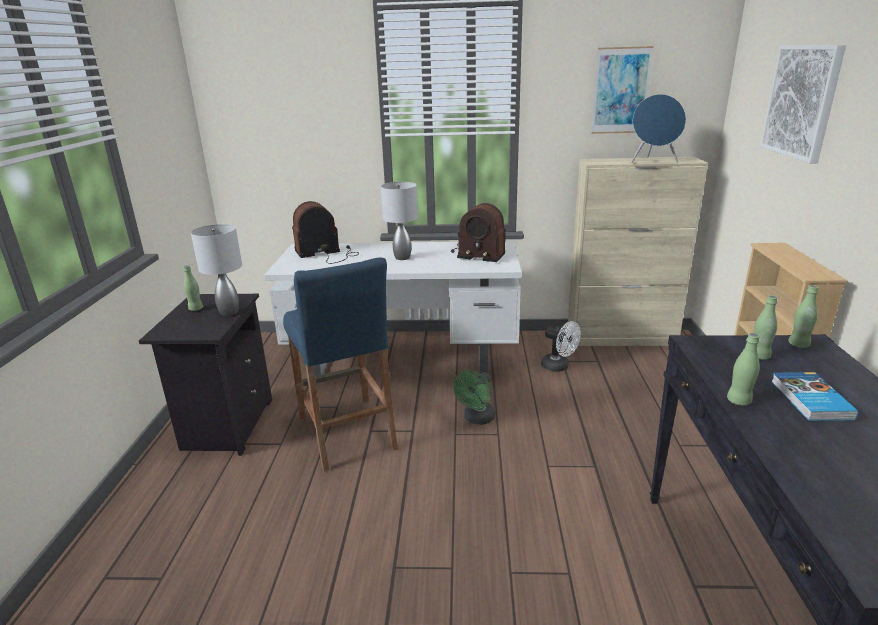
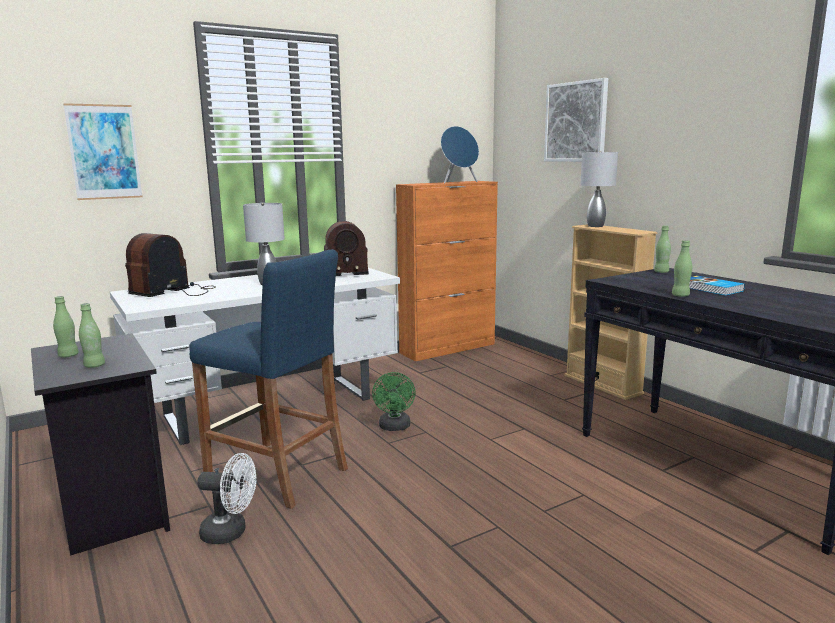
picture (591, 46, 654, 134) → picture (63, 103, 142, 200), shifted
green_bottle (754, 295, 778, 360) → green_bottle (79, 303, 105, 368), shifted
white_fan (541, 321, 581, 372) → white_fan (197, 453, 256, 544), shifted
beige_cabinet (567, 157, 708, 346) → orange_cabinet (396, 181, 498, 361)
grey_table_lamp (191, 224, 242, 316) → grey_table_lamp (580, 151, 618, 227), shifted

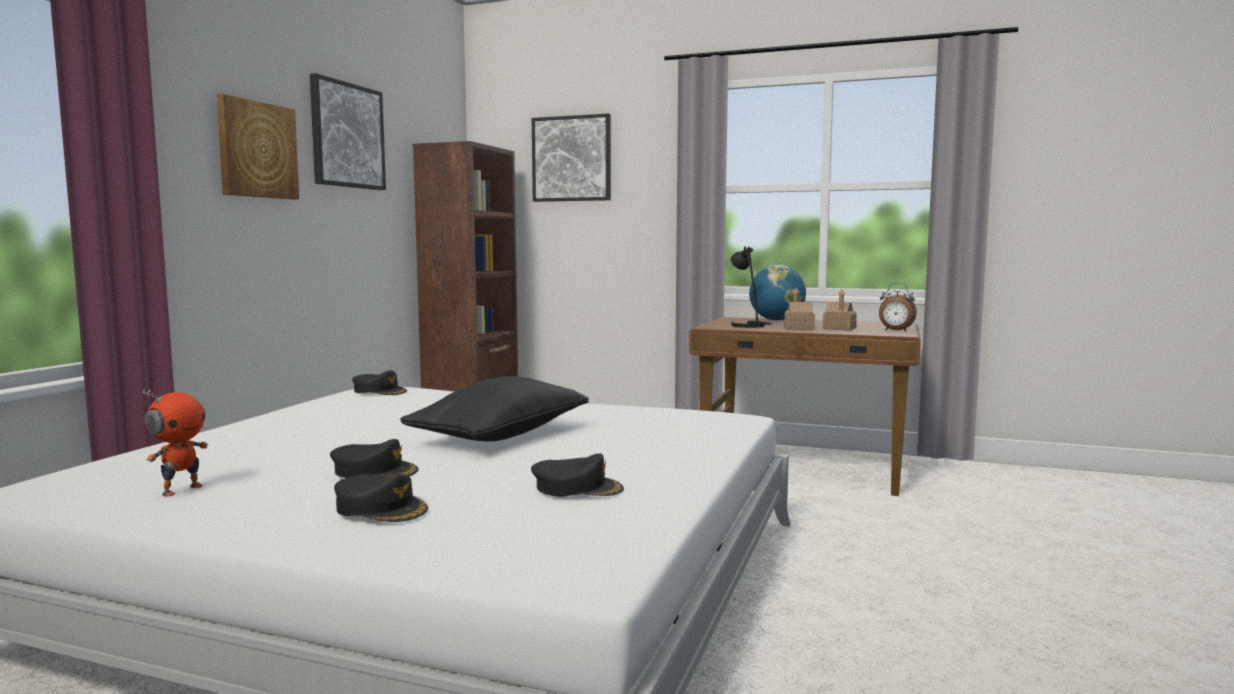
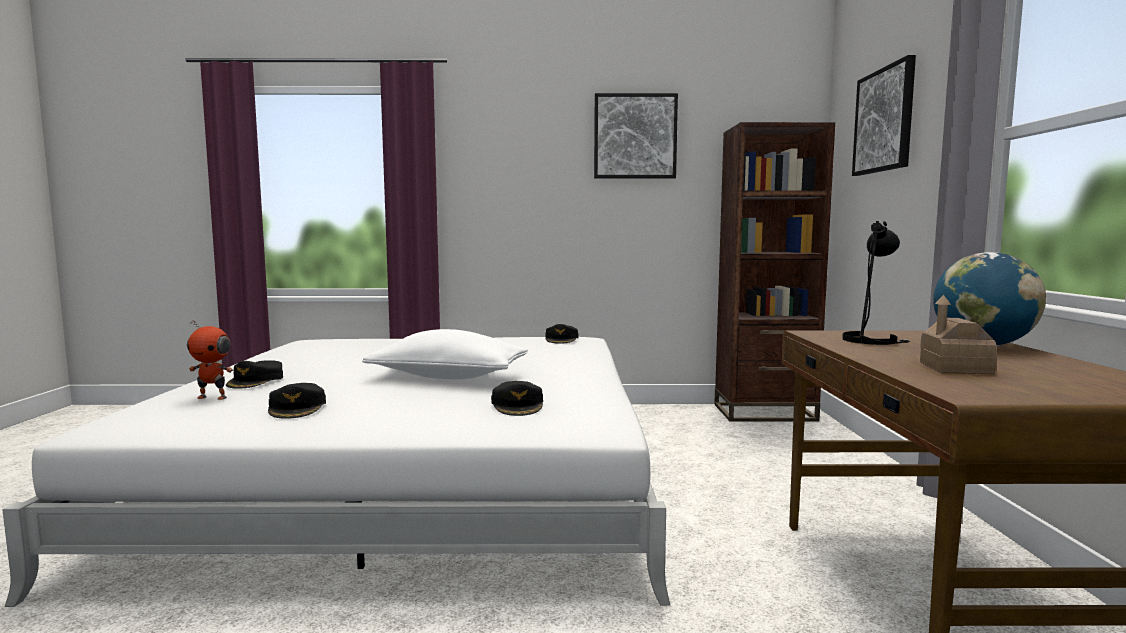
toy_robot (143, 388, 208, 497) → toy_robot (187, 320, 233, 400), shifted
black_pillow (400, 376, 589, 441) → white_pillow (362, 329, 528, 379)
black_cap (330, 439, 419, 478) → black_cap (491, 381, 543, 416), shifted
picture (217, 94, 299, 199) → -
toy_house (784, 288, 815, 330) → -
alarm_clock (879, 283, 917, 331) → -

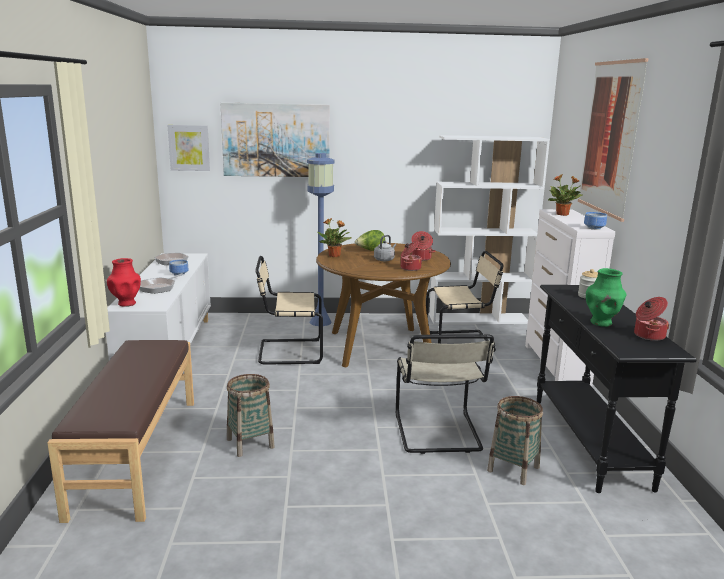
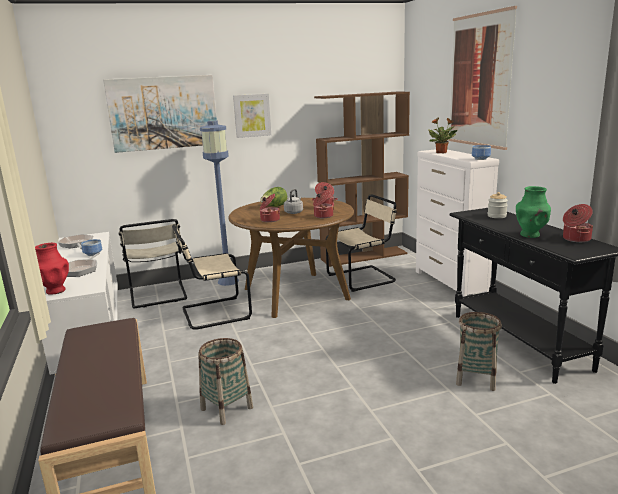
beige_chair (395, 334, 495, 454) → beige_chair (119, 219, 187, 308), shifted
picture (167, 125, 210, 171) → picture (233, 94, 271, 138), shifted
- → cooking_pot (260, 194, 280, 222)
white_bookcase (429, 135, 550, 324) → brown_bookcase (314, 92, 410, 267)
potted_plant (317, 218, 351, 257) → -

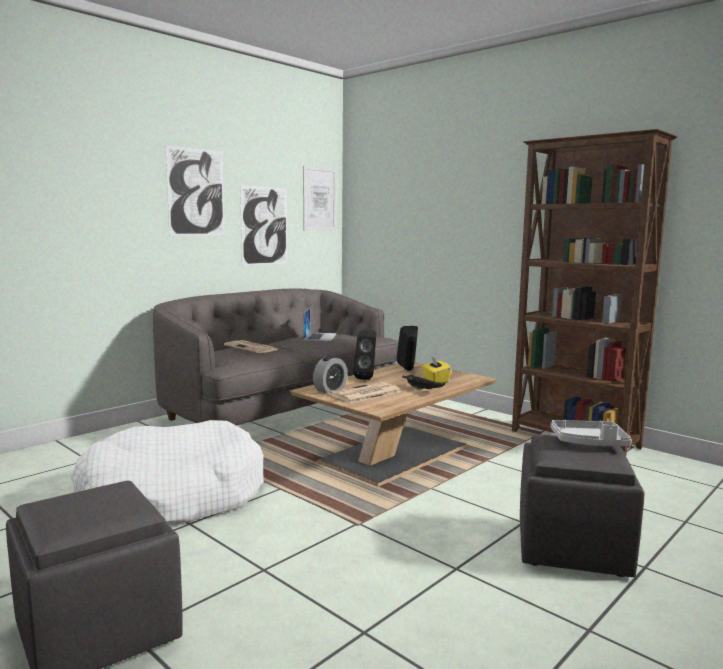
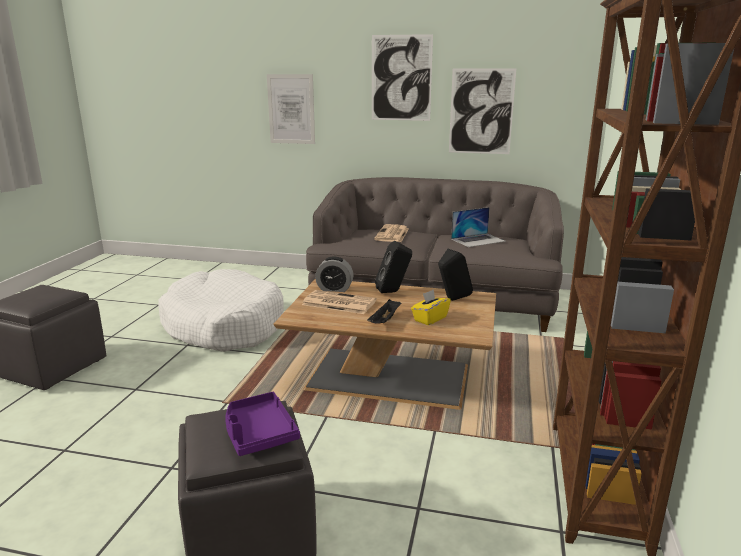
grey_tray (551, 420, 632, 446) → purple_tray (225, 392, 300, 456)
picture (303, 166, 337, 231) → picture (267, 74, 315, 144), shifted

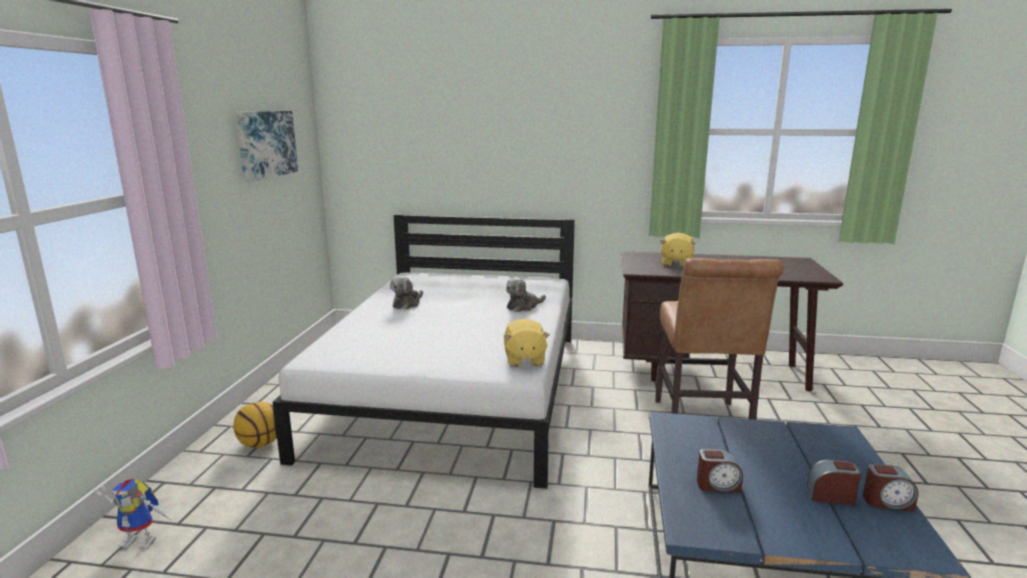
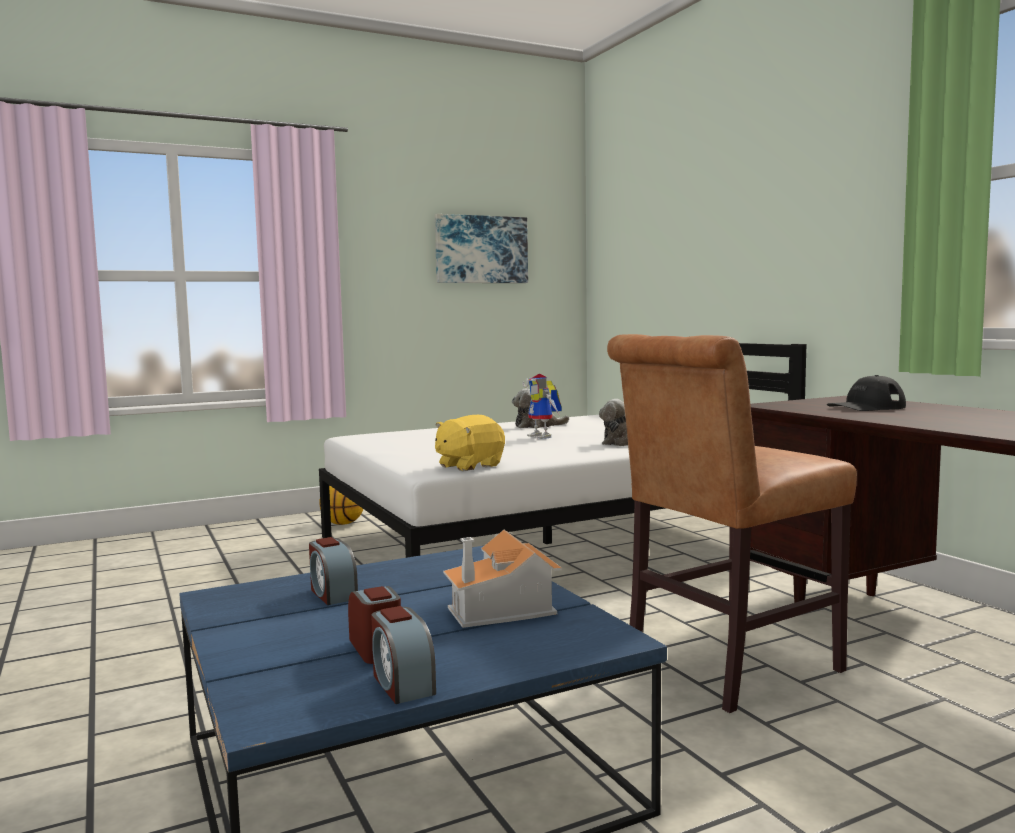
- → toy_house (443, 529, 562, 628)
toy_robot (94, 478, 171, 549) → toy_robot (522, 374, 562, 439), shifted
yellow_plush_toy (660, 233, 696, 267) → black_cap (827, 375, 906, 411)

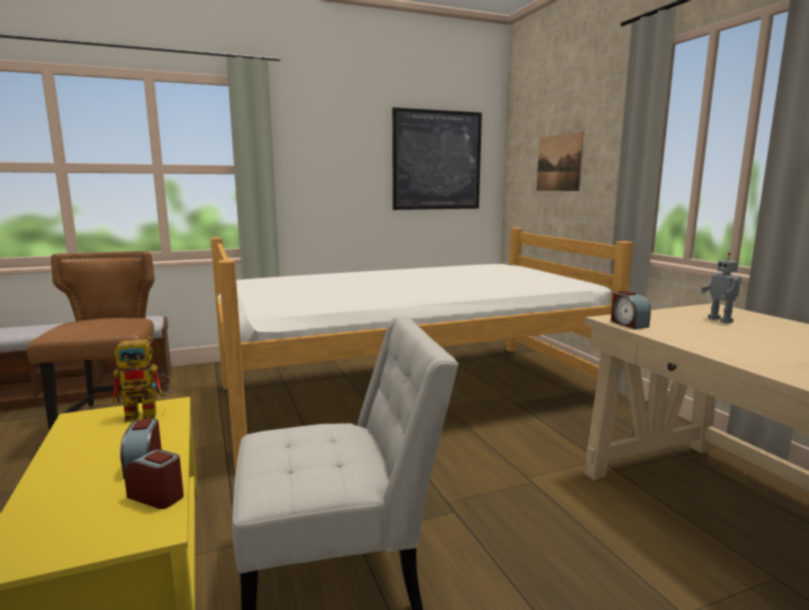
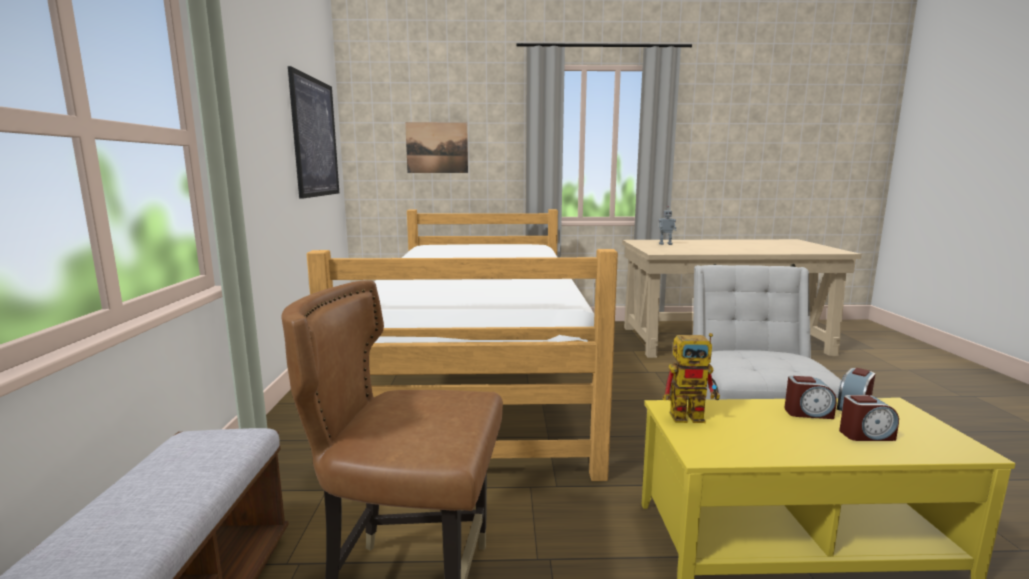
toy_robot (111, 336, 172, 422) → toy_robot (663, 333, 720, 423), 90 degrees clockwise
alarm_clock (611, 291, 651, 329) → alarm_clock (839, 395, 899, 441), shifted

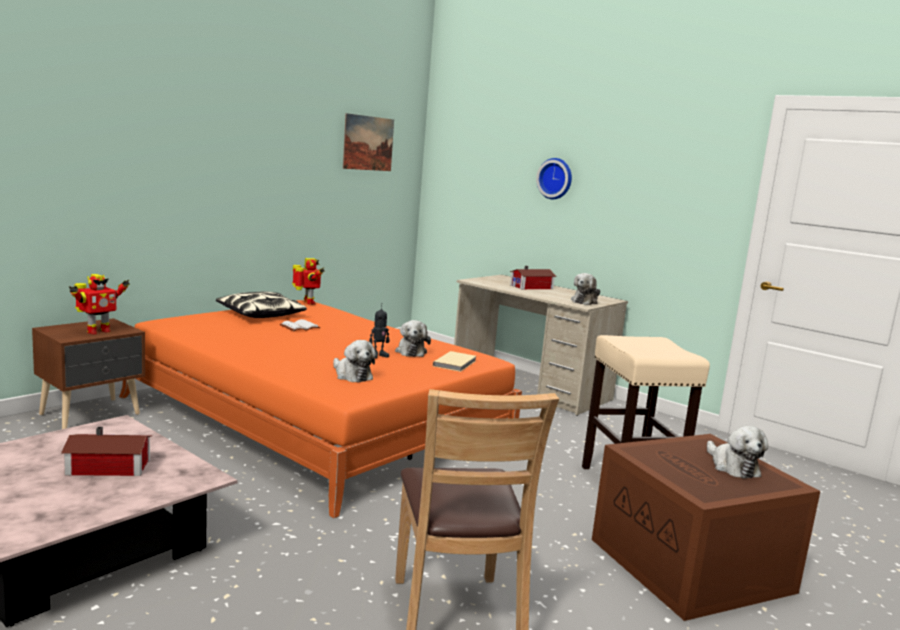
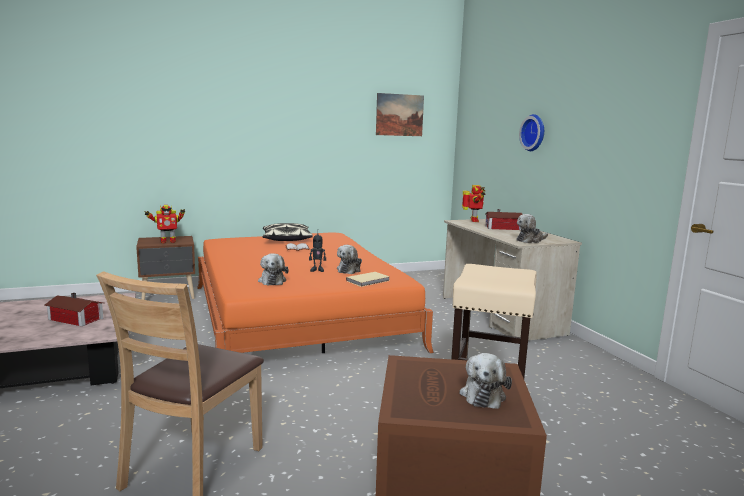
toy_robot (292, 258, 325, 305) → toy_robot (462, 185, 486, 222), shifted

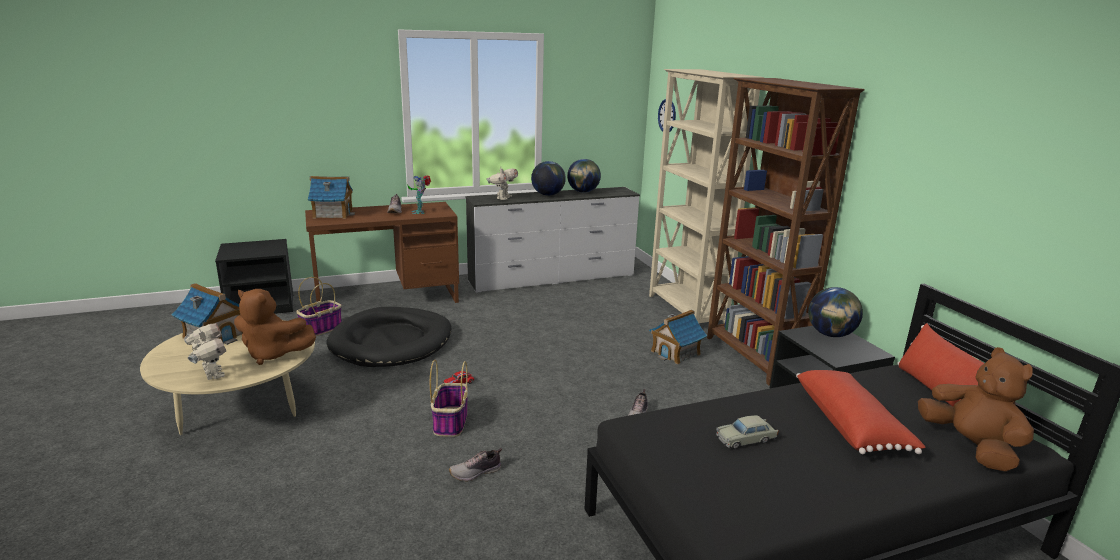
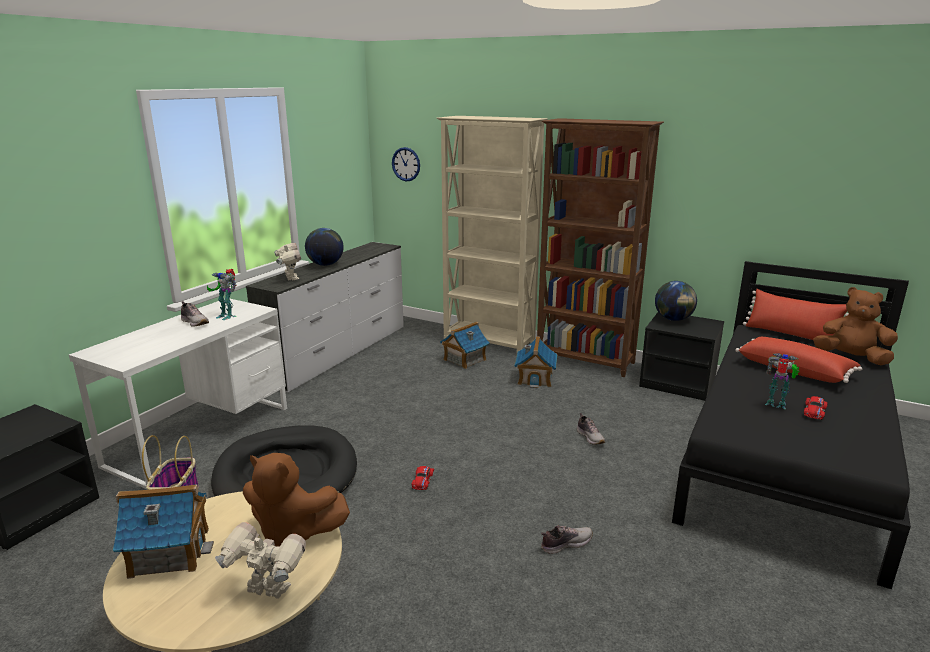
brown_desk (305, 202, 459, 303) → white_desk (69, 298, 287, 489)
brown_plush_toy (234, 289, 316, 365) → brown_plush_toy (243, 453, 350, 547), 45 degrees clockwise
toy_house (308, 176, 355, 219) → toy_house (440, 322, 490, 369), shifted
shoe (449, 448, 502, 482) → shoe (541, 525, 593, 554), 135 degrees counterclockwise
beige_toy_car (716, 415, 779, 449) → toy_robot (765, 353, 799, 409)
- → red_toy_car (804, 396, 828, 420)
basket (430, 360, 468, 437) → -
globe (567, 159, 601, 193) → -

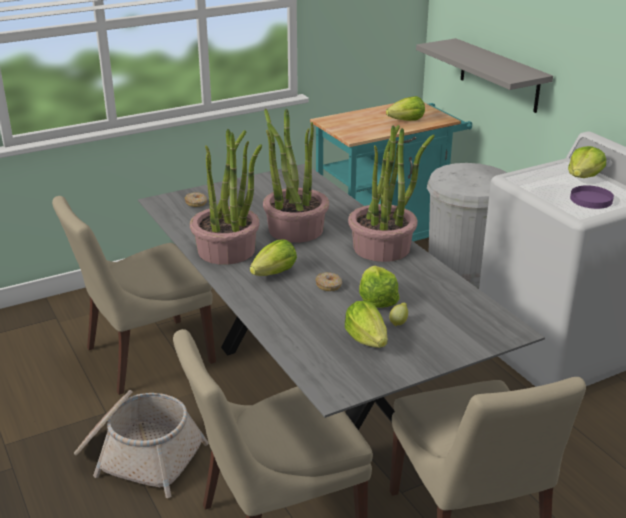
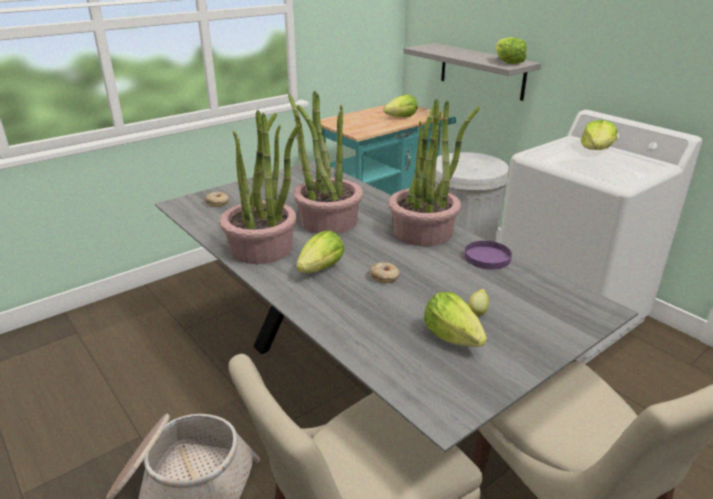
purple_plate (570, 185, 614, 209) → purple_plate (464, 241, 512, 270), shifted
lettuce (359, 265, 399, 308) → lettuce (496, 37, 527, 64), shifted
beige_chair (52, 196, 216, 395) → -

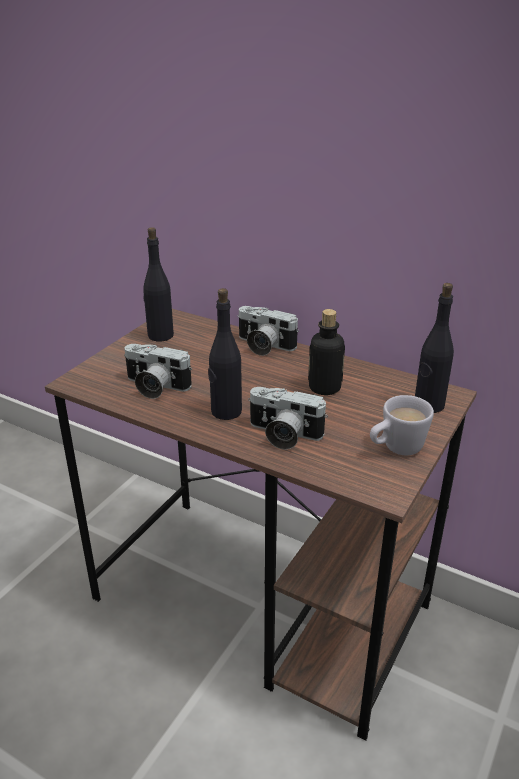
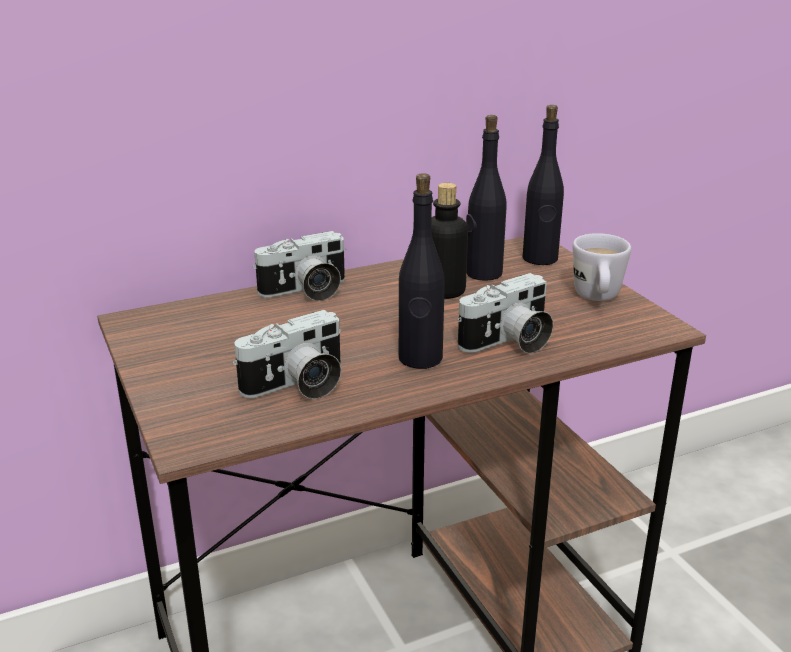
black_bottle (143, 227, 174, 341) → black_bottle (466, 115, 507, 281), shifted

